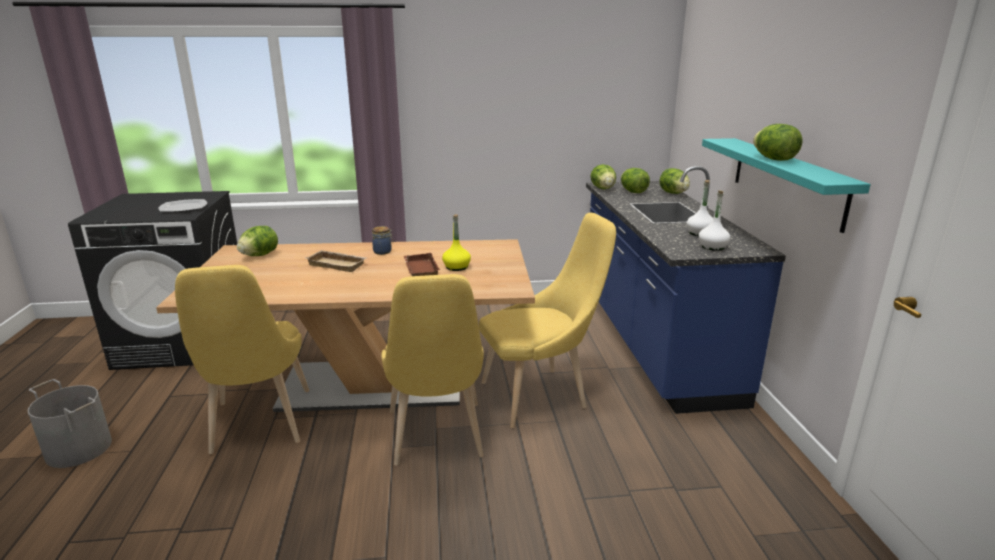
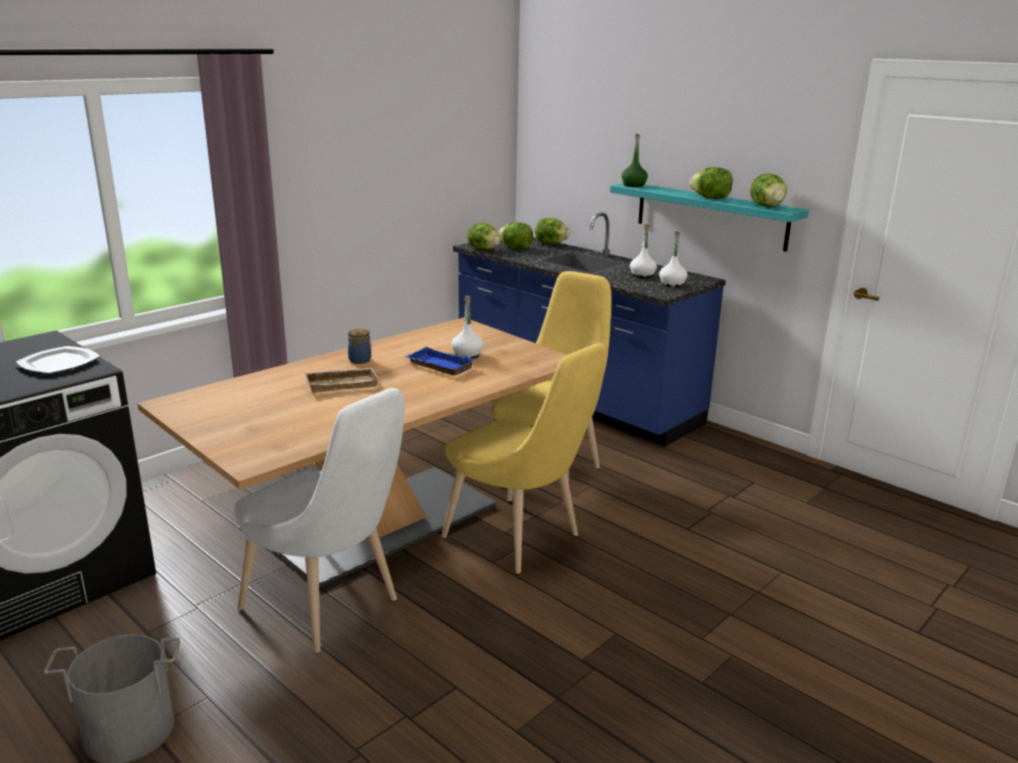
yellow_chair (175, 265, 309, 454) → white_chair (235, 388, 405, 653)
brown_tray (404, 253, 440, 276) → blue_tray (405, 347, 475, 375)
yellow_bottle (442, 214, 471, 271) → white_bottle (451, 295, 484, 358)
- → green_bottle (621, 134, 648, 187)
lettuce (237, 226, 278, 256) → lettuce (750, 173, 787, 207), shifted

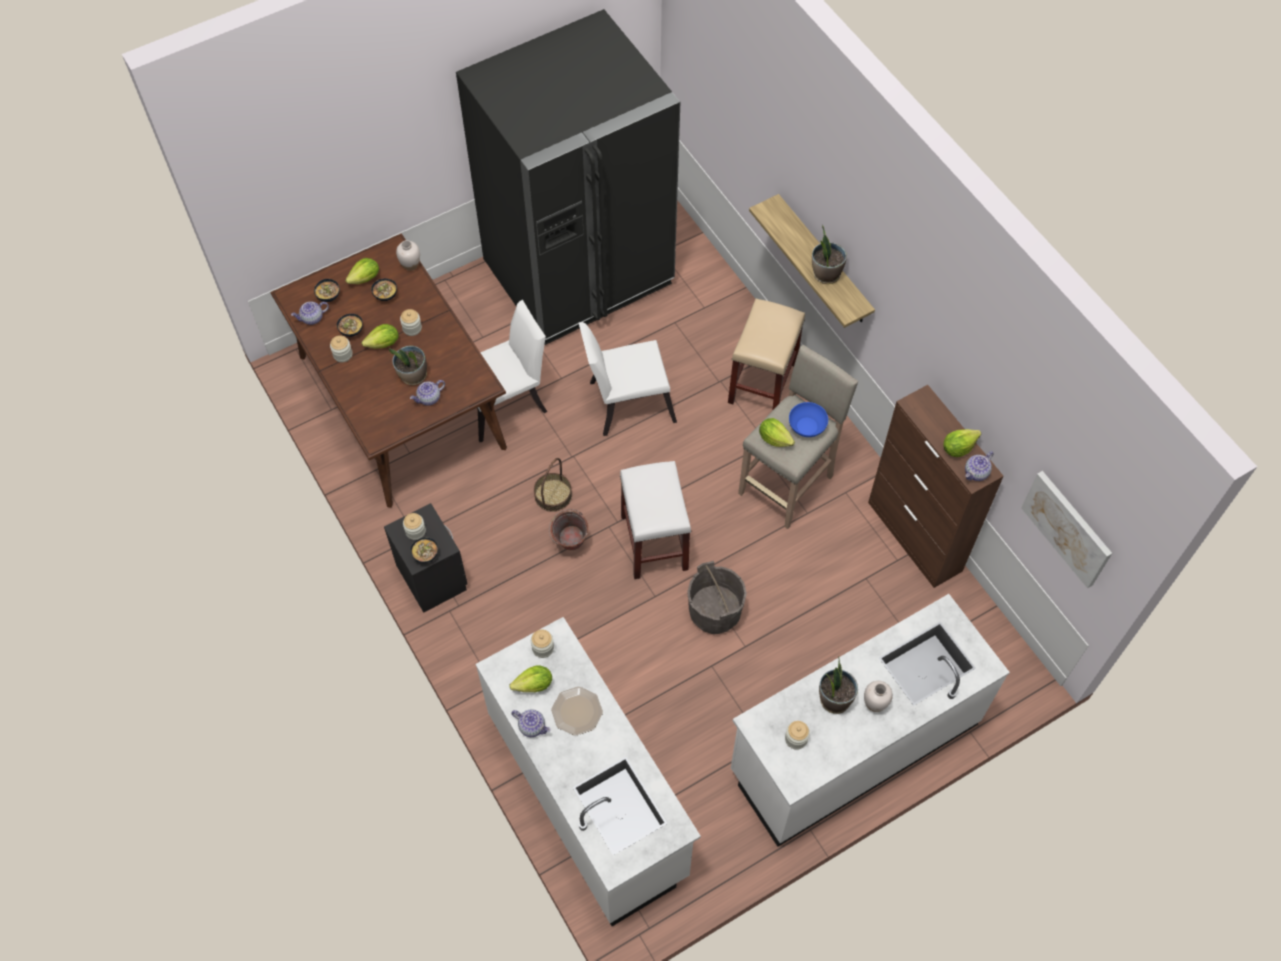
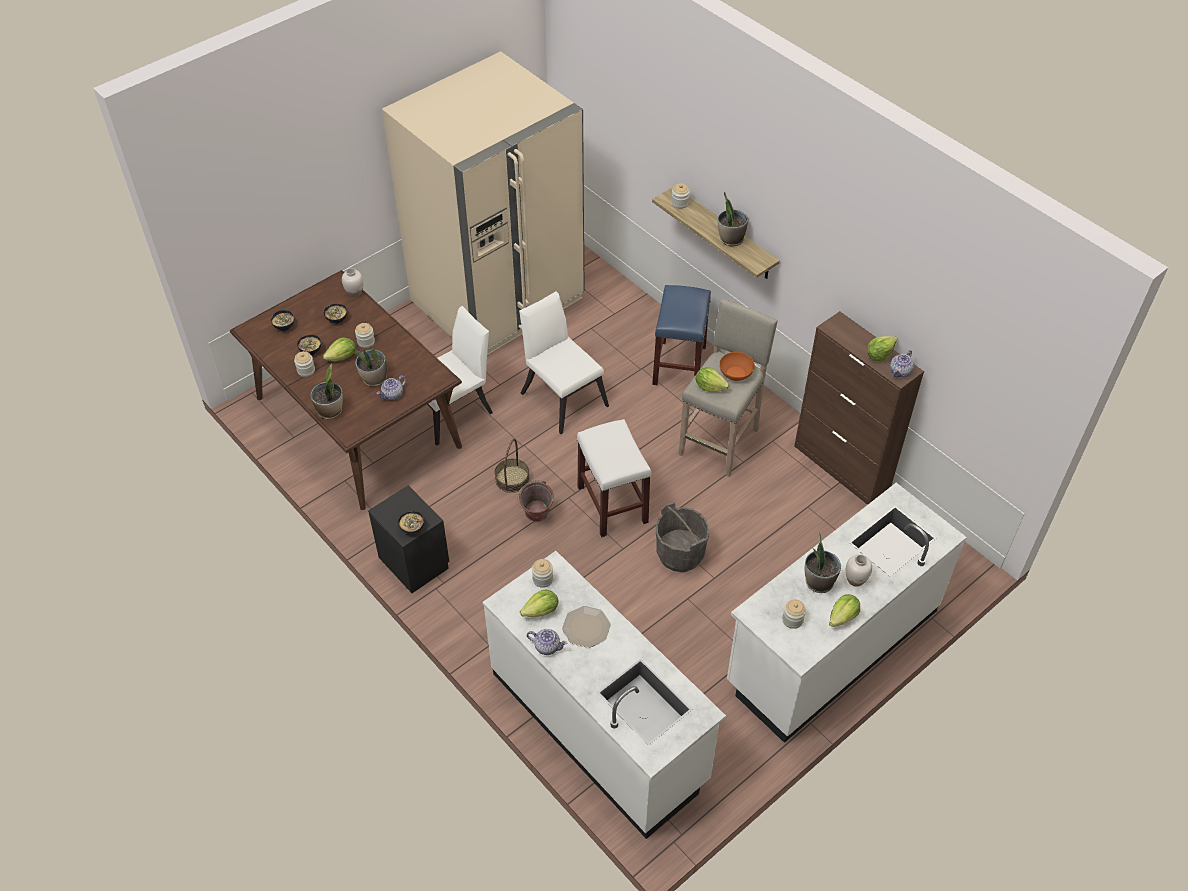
- → potted_plant (310, 364, 343, 419)
black_fridge (456, 9, 680, 345) → beige_fridge (382, 51, 585, 355)
white_chair (579, 322, 677, 436) → white_chair (519, 291, 609, 434), 75 degrees clockwise
beige_stool (728, 299, 805, 411) → blue_stool (652, 285, 711, 385)
jar (403, 513, 426, 540) → jar (671, 184, 690, 209), shifted
blue_bowl (789, 402, 828, 437) → orange_bowl (719, 352, 755, 381)
lettuce (345, 258, 379, 284) → lettuce (829, 594, 860, 627), shifted
teapot (291, 302, 329, 325) → -
picture (1021, 471, 1112, 588) → -

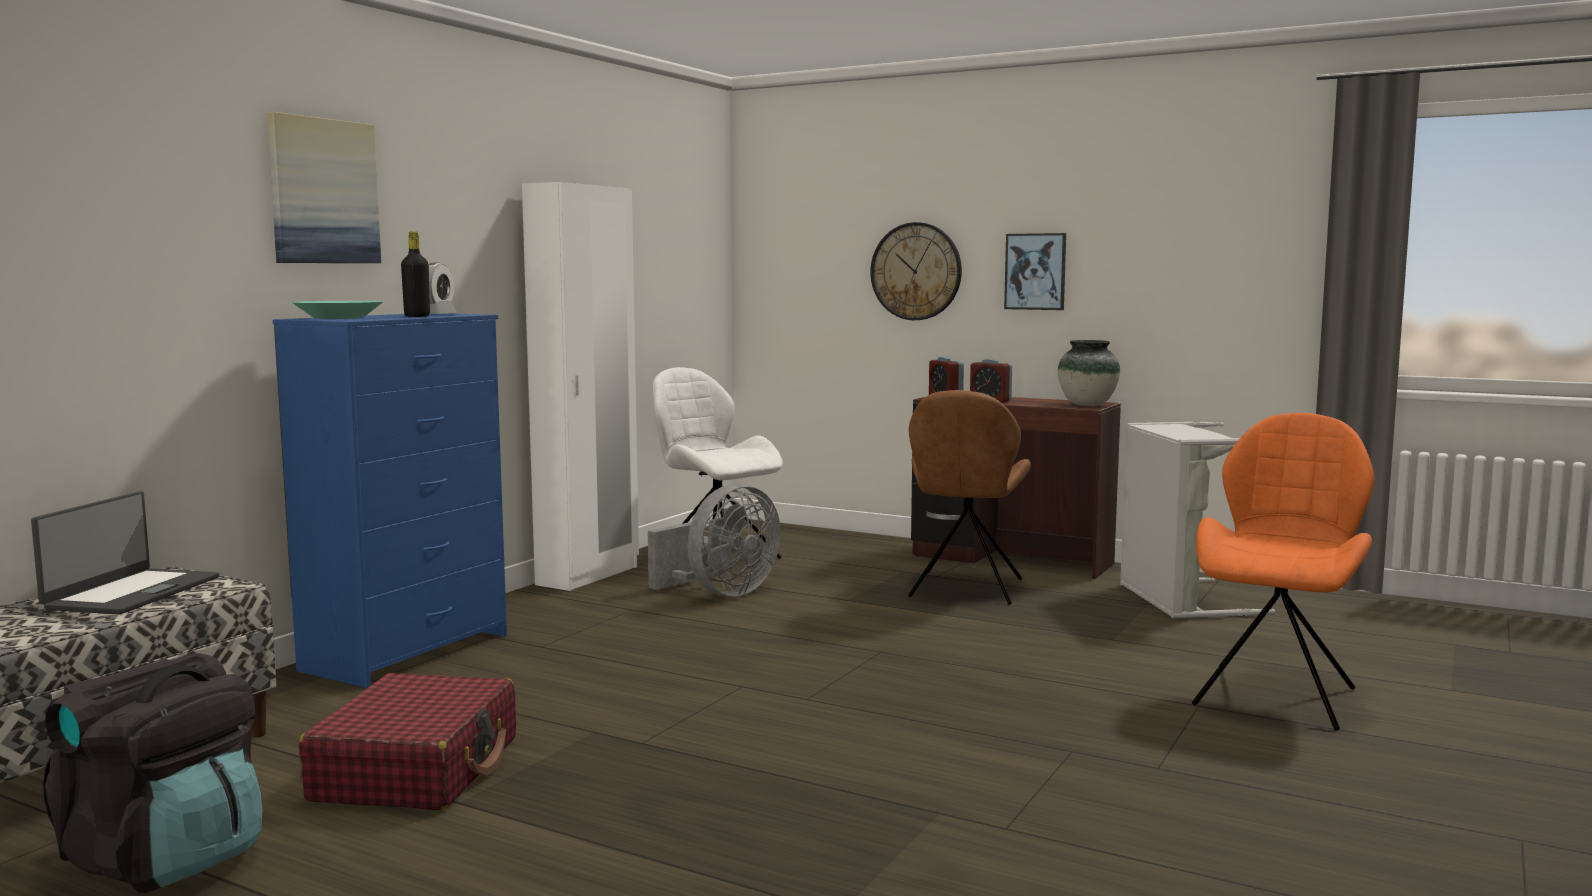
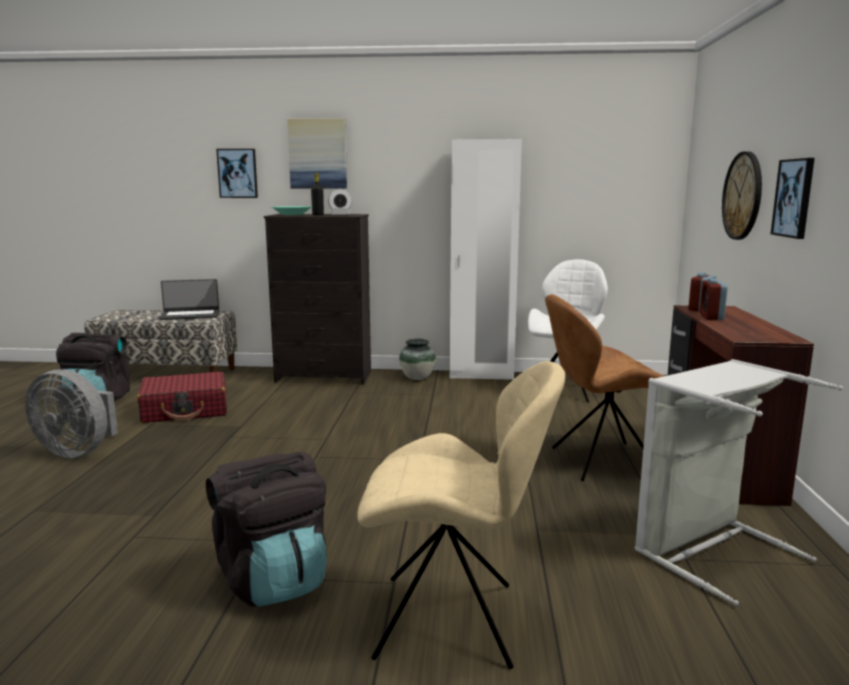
grey_fan (648, 483, 781, 597) → grey_fan (25, 369, 118, 458), shifted
- → black_backpack (206, 452, 327, 607)
- → picture (216, 149, 258, 198)
blue_dresser (273, 313, 507, 688) → black_dresser (264, 214, 371, 385)
orange_chair (1192, 413, 1374, 730) → beige_chair (358, 361, 565, 669)
vase (1058, 340, 1120, 406) → vase (399, 339, 436, 380), shifted

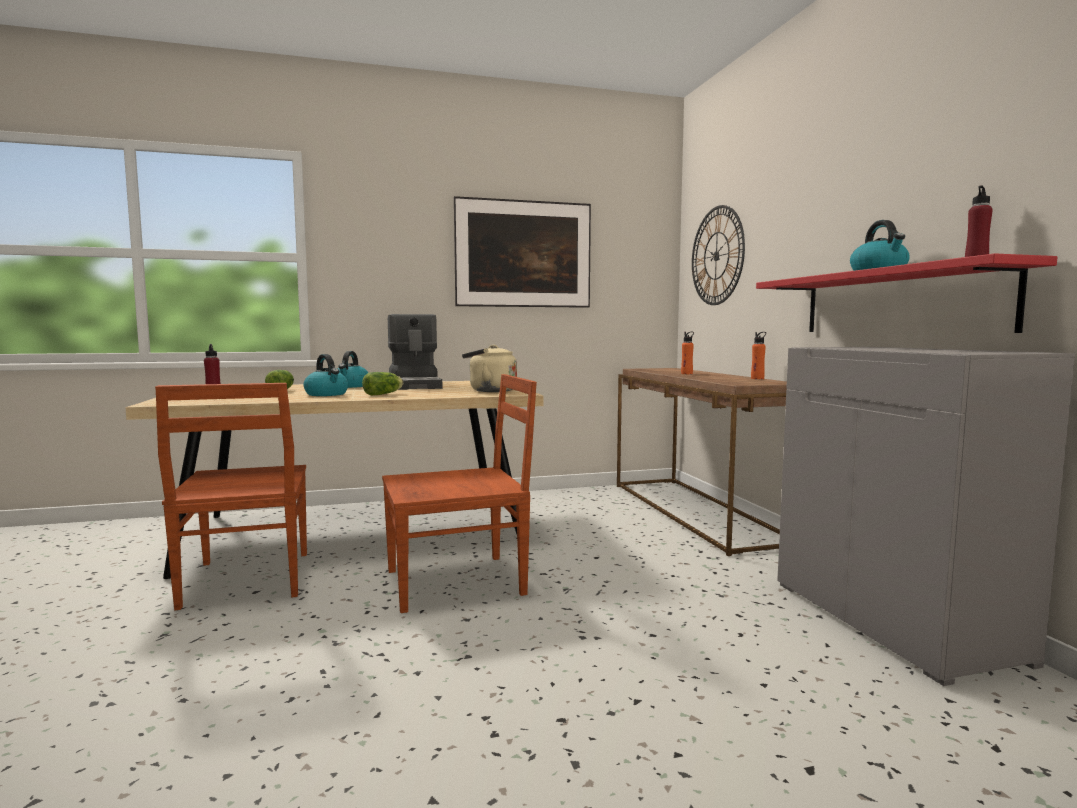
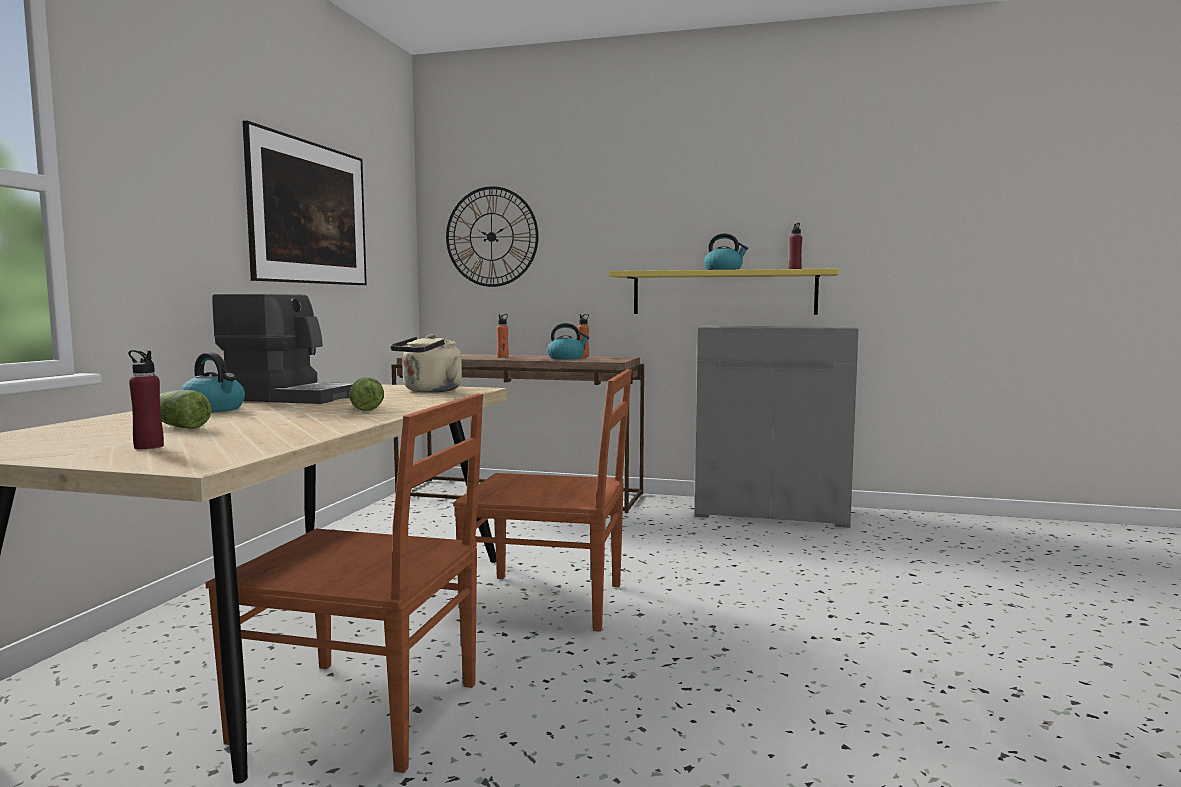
brown_chair (382, 374, 537, 613) → brown_chair (453, 369, 632, 632), 90 degrees clockwise
kettle (304, 354, 348, 396) → kettle (547, 323, 589, 359), shifted
red_shelf (756, 253, 1057, 333) → yellow_shelf (609, 268, 839, 315)

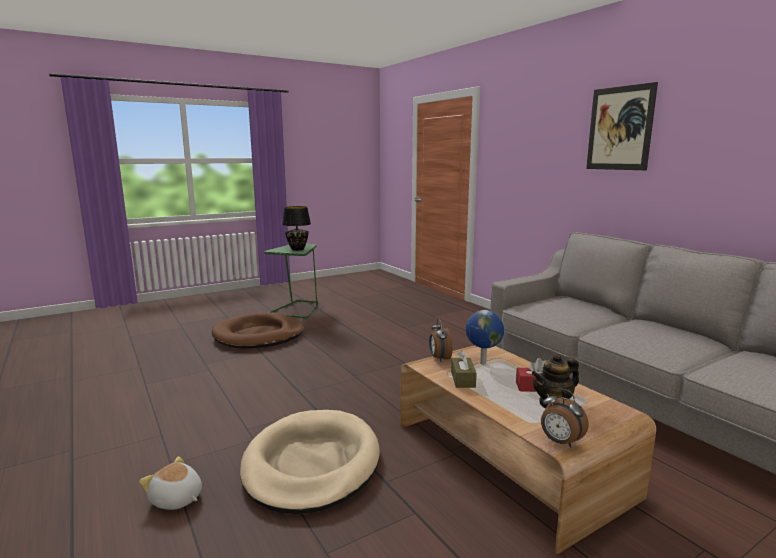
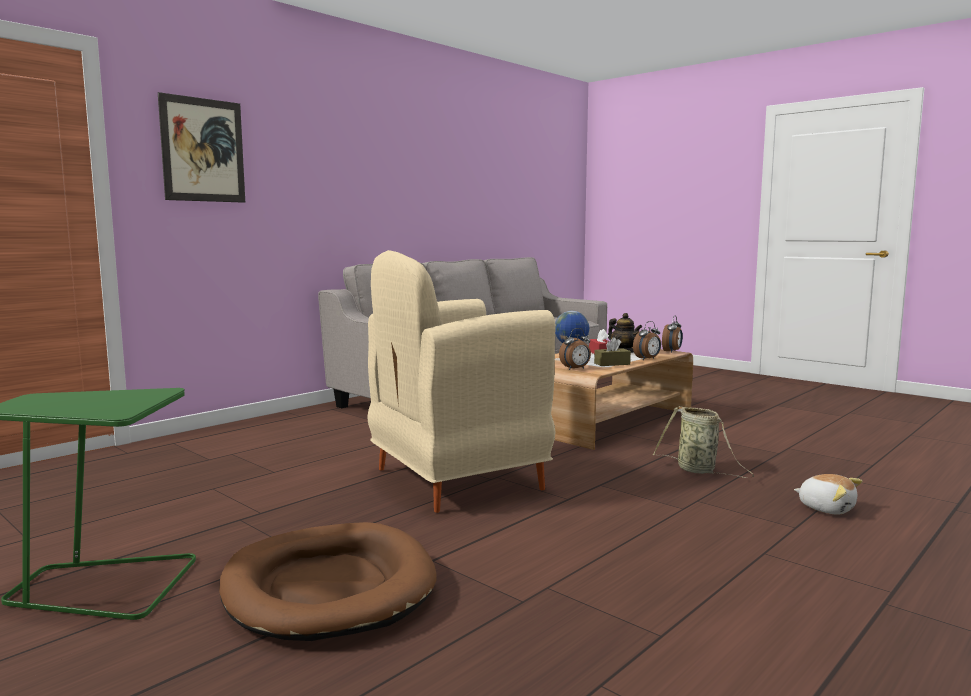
picture (586, 82, 658, 170) → picture (158, 92, 245, 203), shifted
- → beige_armchair (367, 250, 556, 513)
- → alarm_clock (633, 321, 661, 360)
beige_dog_bed (240, 410, 380, 514) → basket (653, 406, 754, 478)
plush_toy (139, 456, 202, 510) → plush_toy (794, 474, 862, 515), 60 degrees counterclockwise
black_table_lamp (282, 206, 311, 251) → -

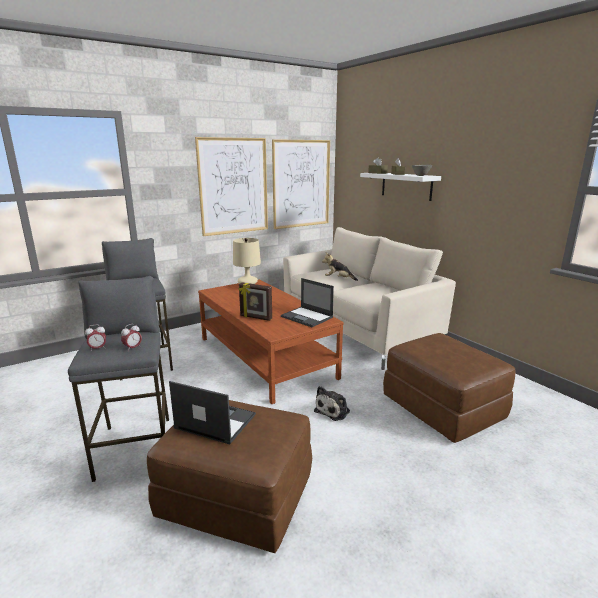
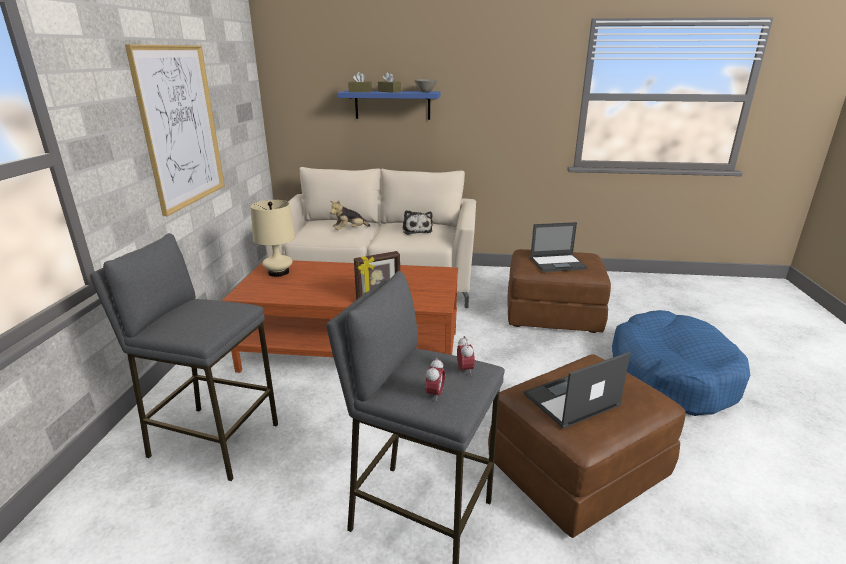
white_shelf (360, 173, 441, 201) → blue_shelf (337, 91, 441, 120)
plush_toy (314, 386, 350, 421) → plush_toy (403, 210, 433, 235), shifted
laptop (281, 278, 334, 327) → laptop (530, 222, 588, 272), shifted
- → blue_dog_bed (612, 310, 750, 416)
picture (272, 139, 330, 229) → -

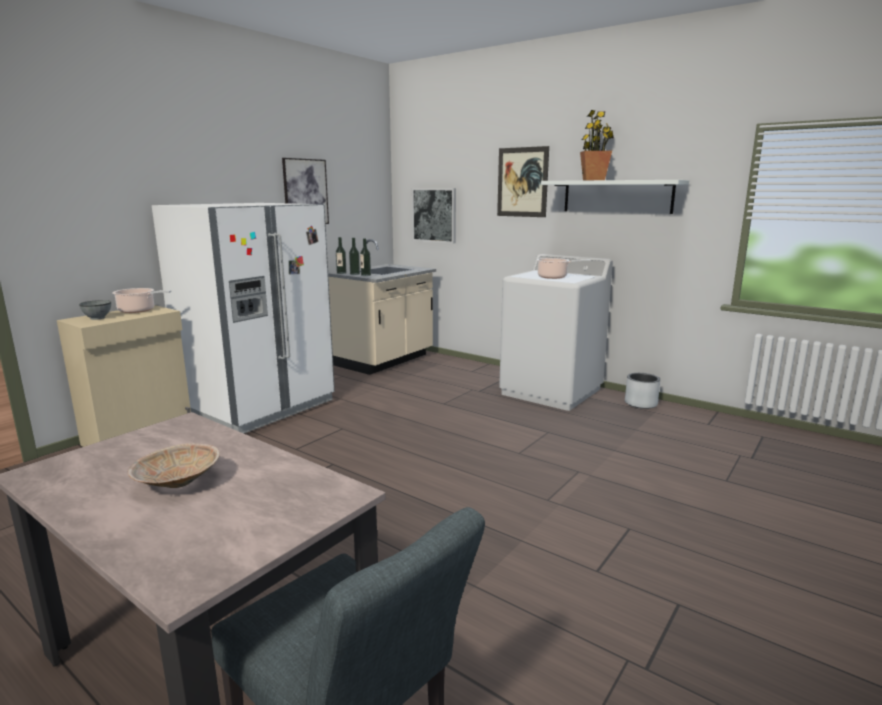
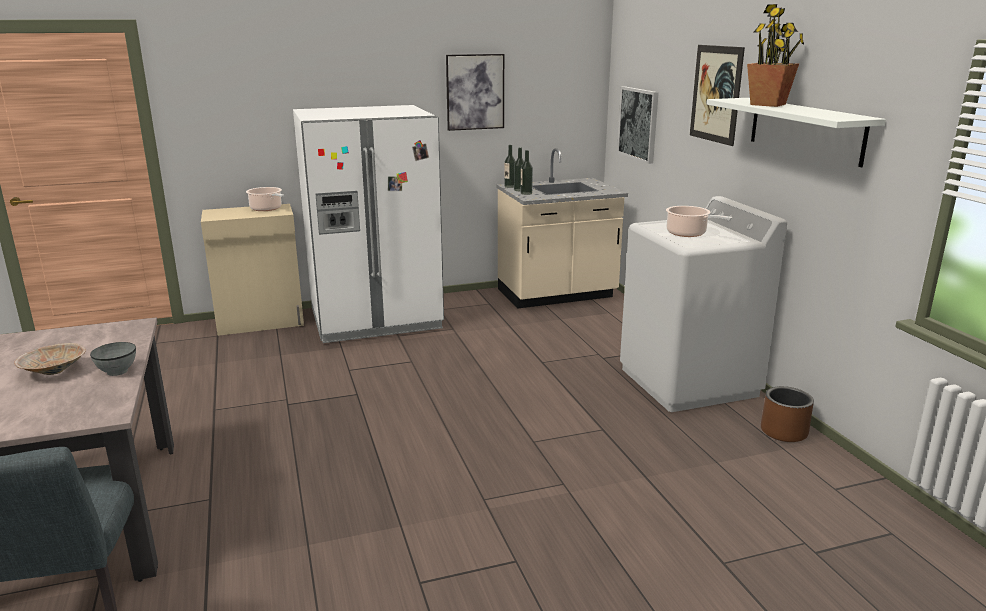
grey_bowl (79, 300, 111, 320) → grey_bowl (90, 342, 136, 376), shifted
grey_planter (625, 373, 660, 409) → brown_planter (761, 386, 814, 442)

